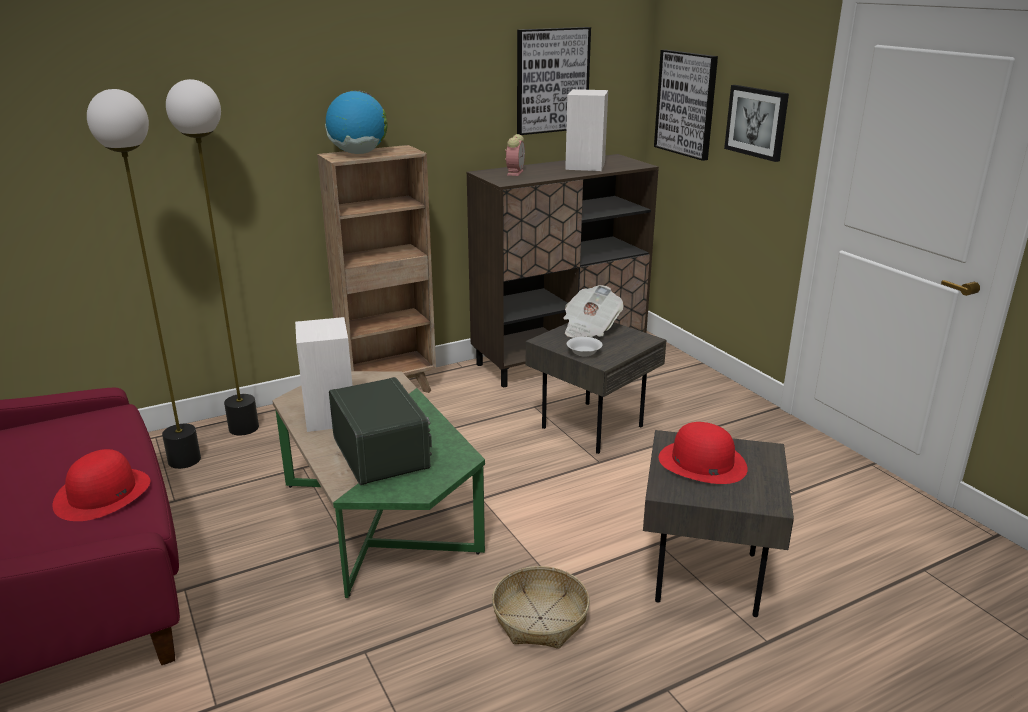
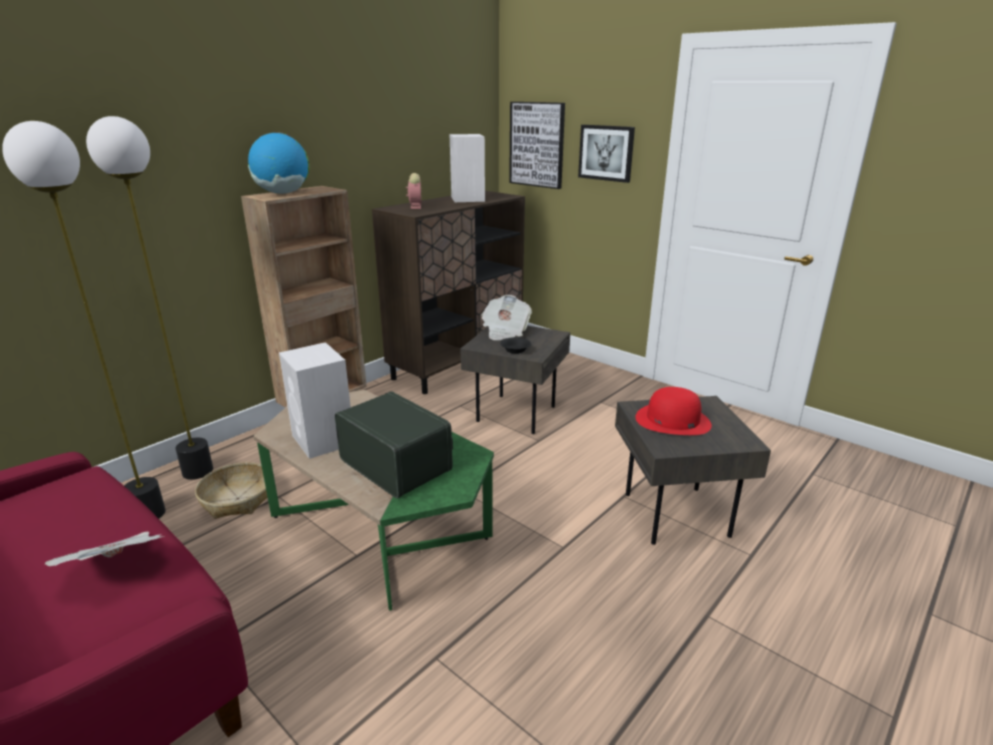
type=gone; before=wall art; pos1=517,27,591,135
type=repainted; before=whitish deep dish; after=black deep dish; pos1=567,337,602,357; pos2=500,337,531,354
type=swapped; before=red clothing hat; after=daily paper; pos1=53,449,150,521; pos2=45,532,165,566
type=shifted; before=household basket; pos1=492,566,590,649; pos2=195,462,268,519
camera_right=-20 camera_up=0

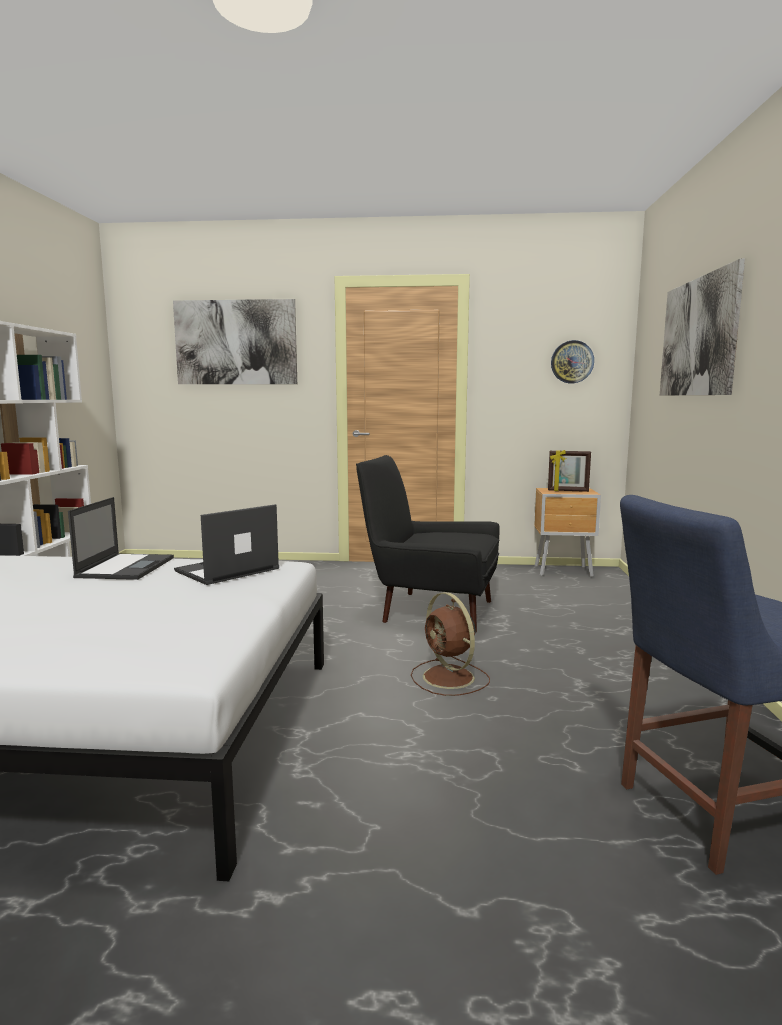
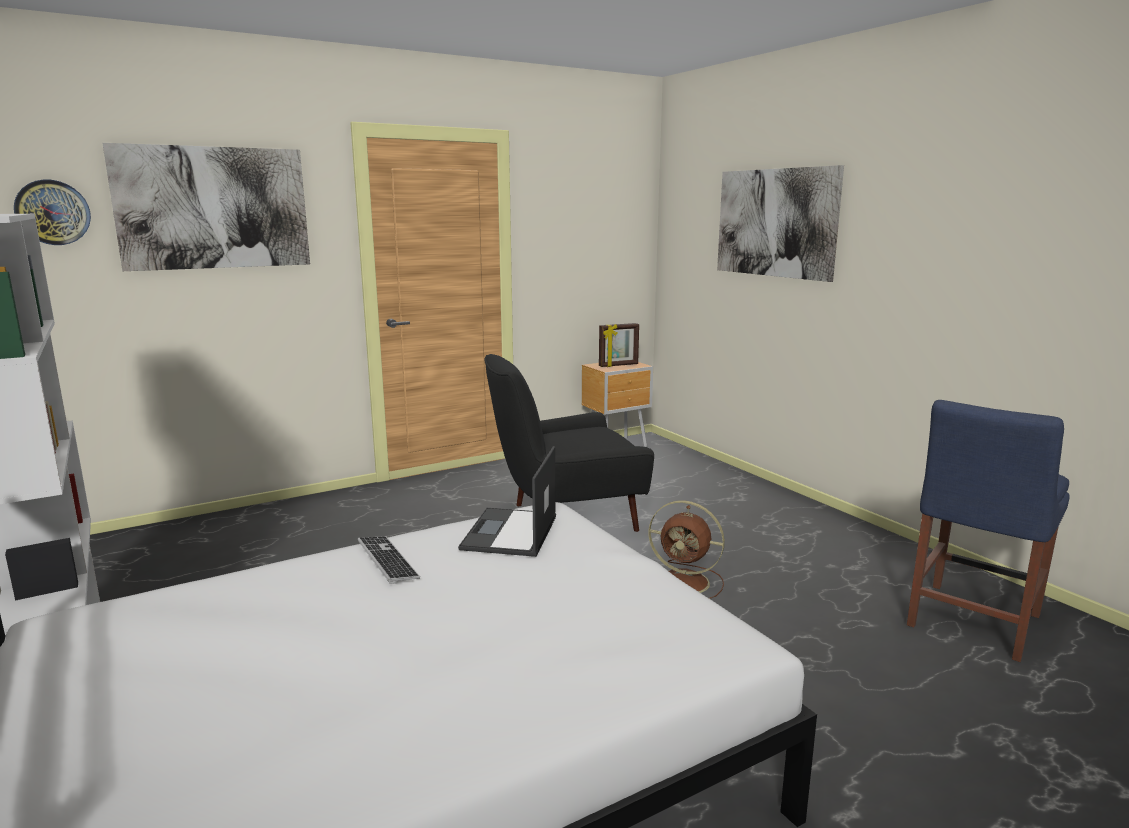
type=shifted; before=hanging clock; pos1=551,340,594,383; pos2=14,180,91,245
type=swapped; before=portable computer; after=PC keyboard; pos1=68,497,174,580; pos2=358,536,420,584
camera_right=-35 camera_up=5

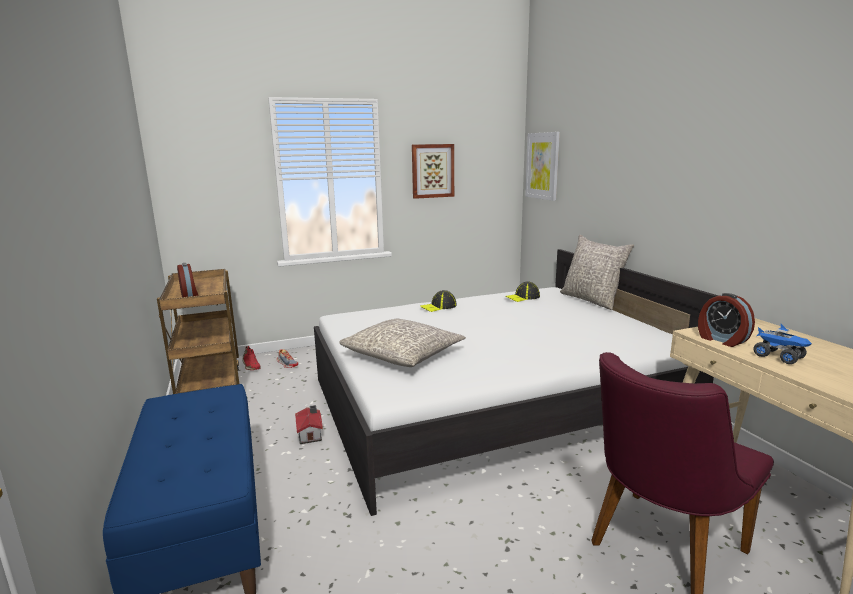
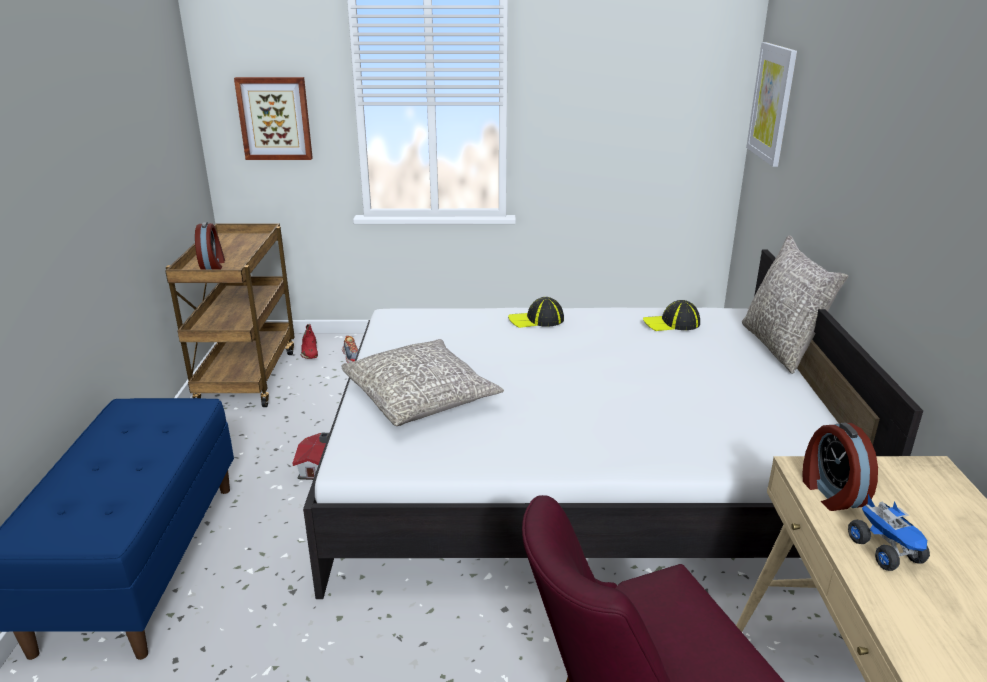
type=shifted; before=wall art; pos1=412,144,454,199; pos2=234,77,313,160
camera_right=20 camera_up=10

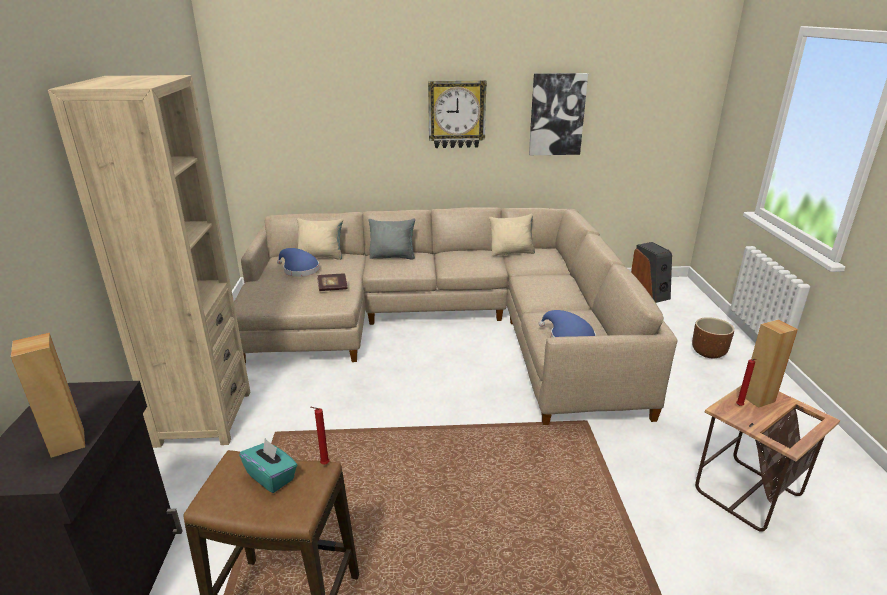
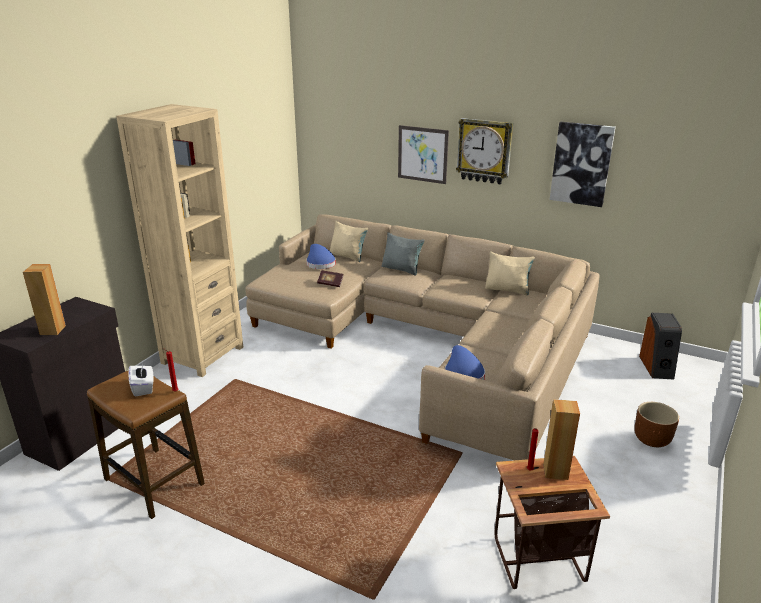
type=repainted; before=turquoise-coloured box of tissues; after=whitish box of tissues; pos1=239,438,297,493; pos2=129,365,154,397
type=new; after=wall art; pos2=398,125,449,184
camera_right=30 camera_up=0

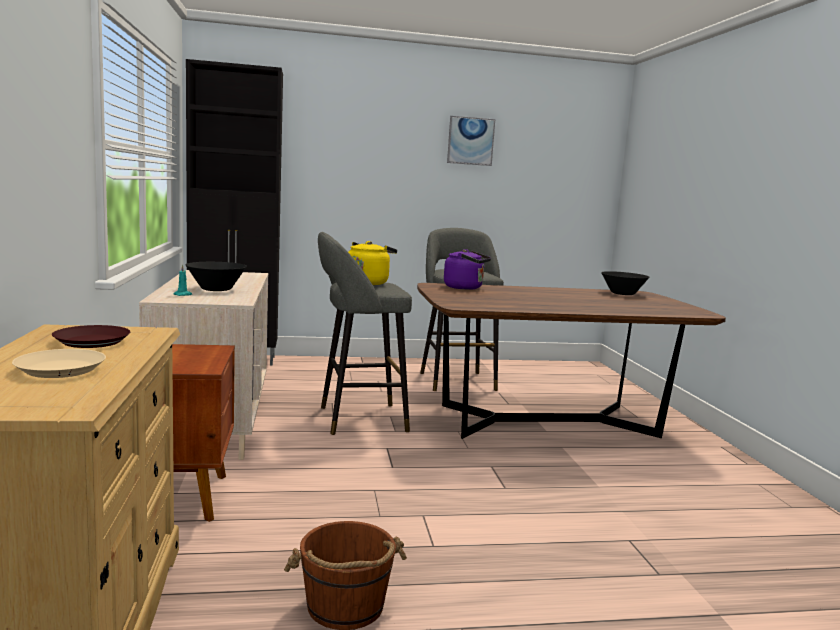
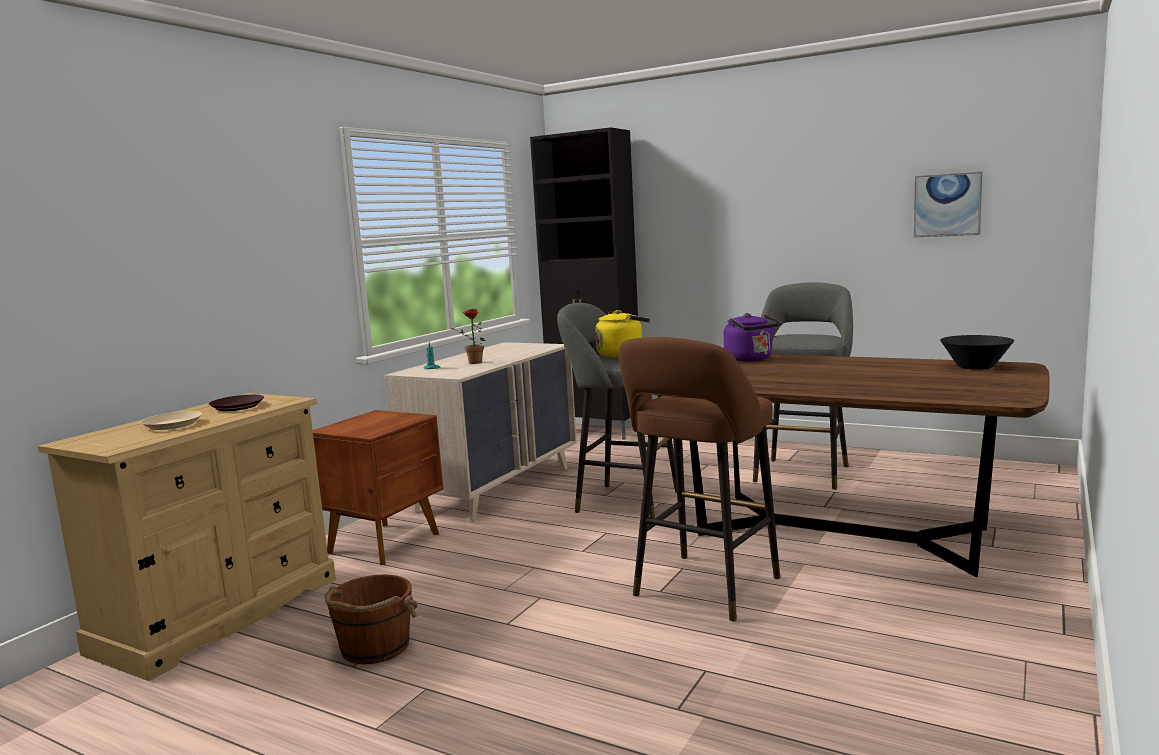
type=shifted; before=wall art; pos1=447,116,495,166; pos2=914,171,983,237
type=swapped; before=black deep dish; after=potted plant; pos1=186,262,247,291; pos2=452,309,485,364
type=new; after=brownish stool seat; pos2=618,337,780,621
camera_right=40 camera_up=0

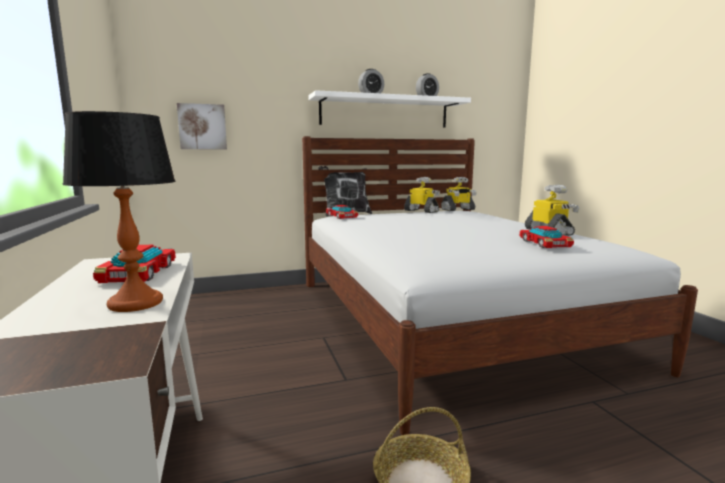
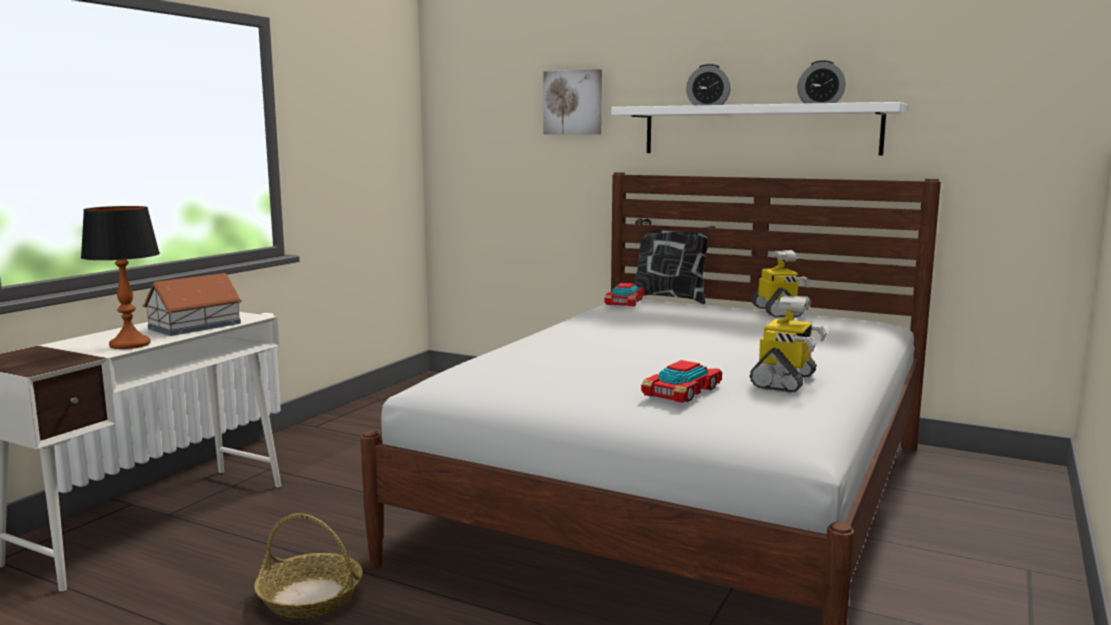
type=shifted; before=wall art; pos1=177,103,227,149; pos2=543,69,602,135
type=gone; before=model robot; pos1=441,177,477,211
type=swapped; before=model car; after=model house; pos1=93,245,176,283; pos2=142,273,242,336
camera_right=45 camera_up=0

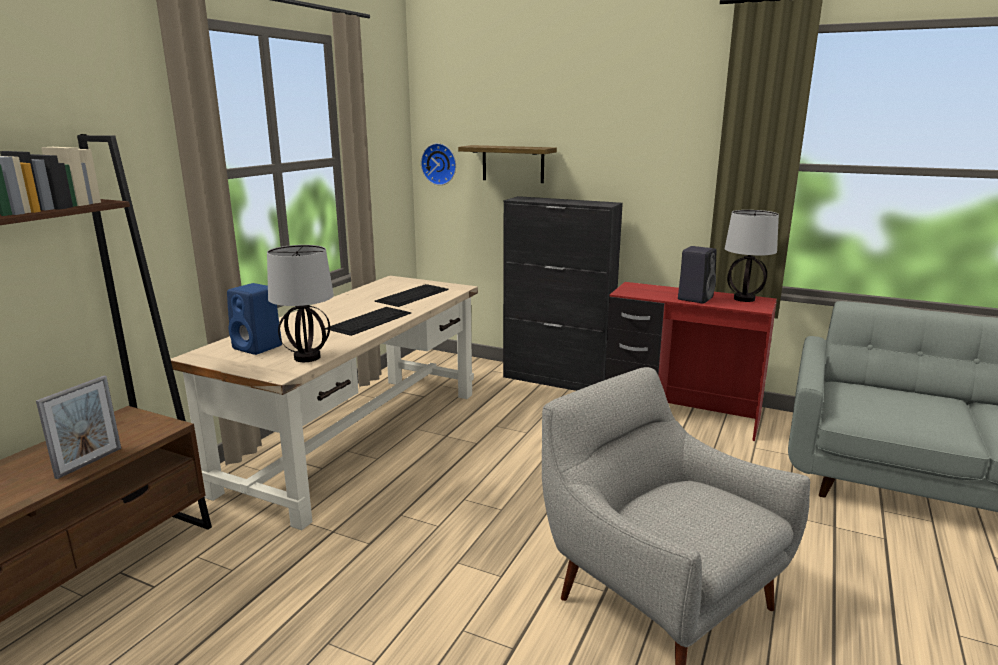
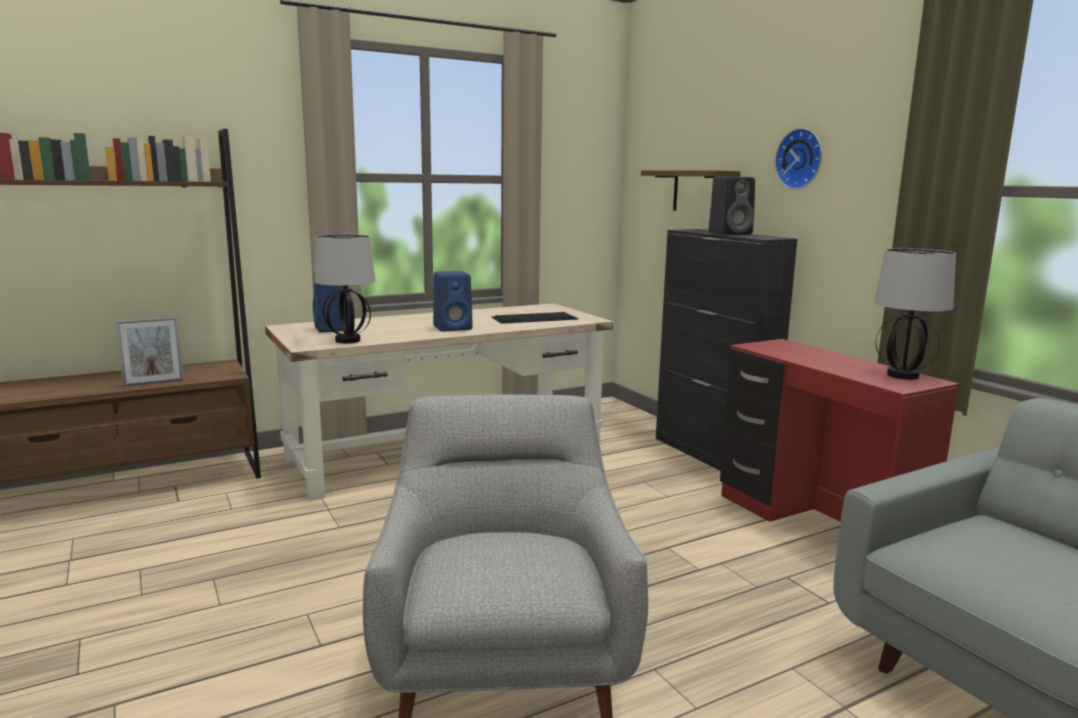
type=shifted; before=hanging clock; pos1=421,143,456,185; pos2=775,128,822,190
type=shifted; before=black speaker; pos1=678,246,716,304; pos2=709,176,755,235
type=swapped; before=PC keyboard; after=bluish speaker; pos1=325,307,412,336; pos2=433,271,473,331
camera_right=35 camera_up=-5

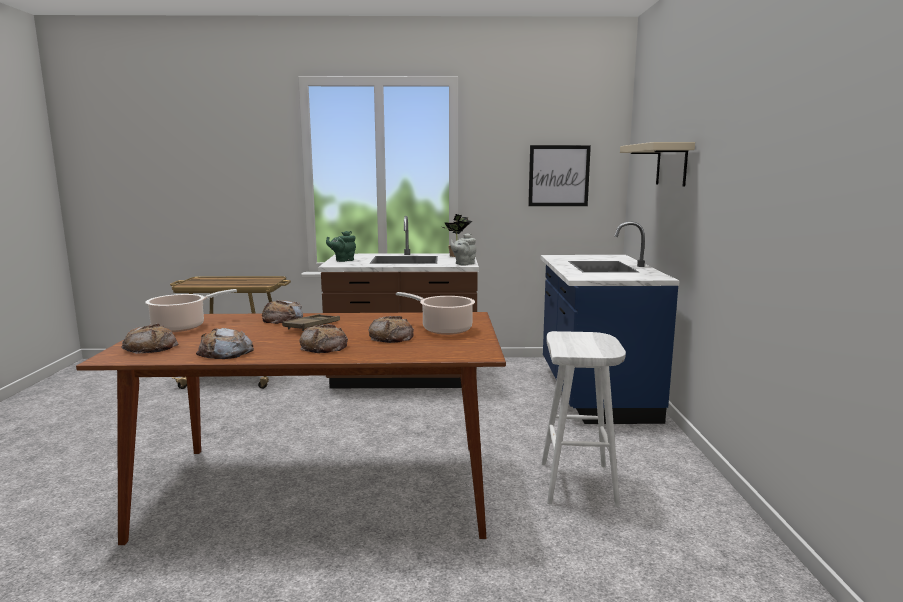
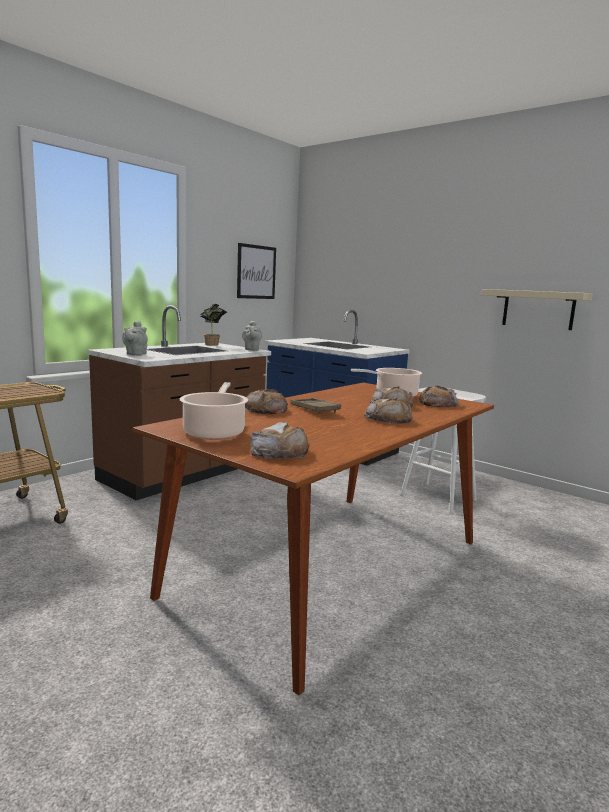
type=shifted; before=beige bracket shelf; pos1=620,142,695,186; pos2=481,289,593,330
type=repainted; before=greenish teapot; after=gray teapot; pos1=326,231,356,262; pos2=122,321,148,356
type=shifted; before=bread; pos1=196,328,254,359; pos2=418,385,458,407
camera_right=-50 camera_up=0

